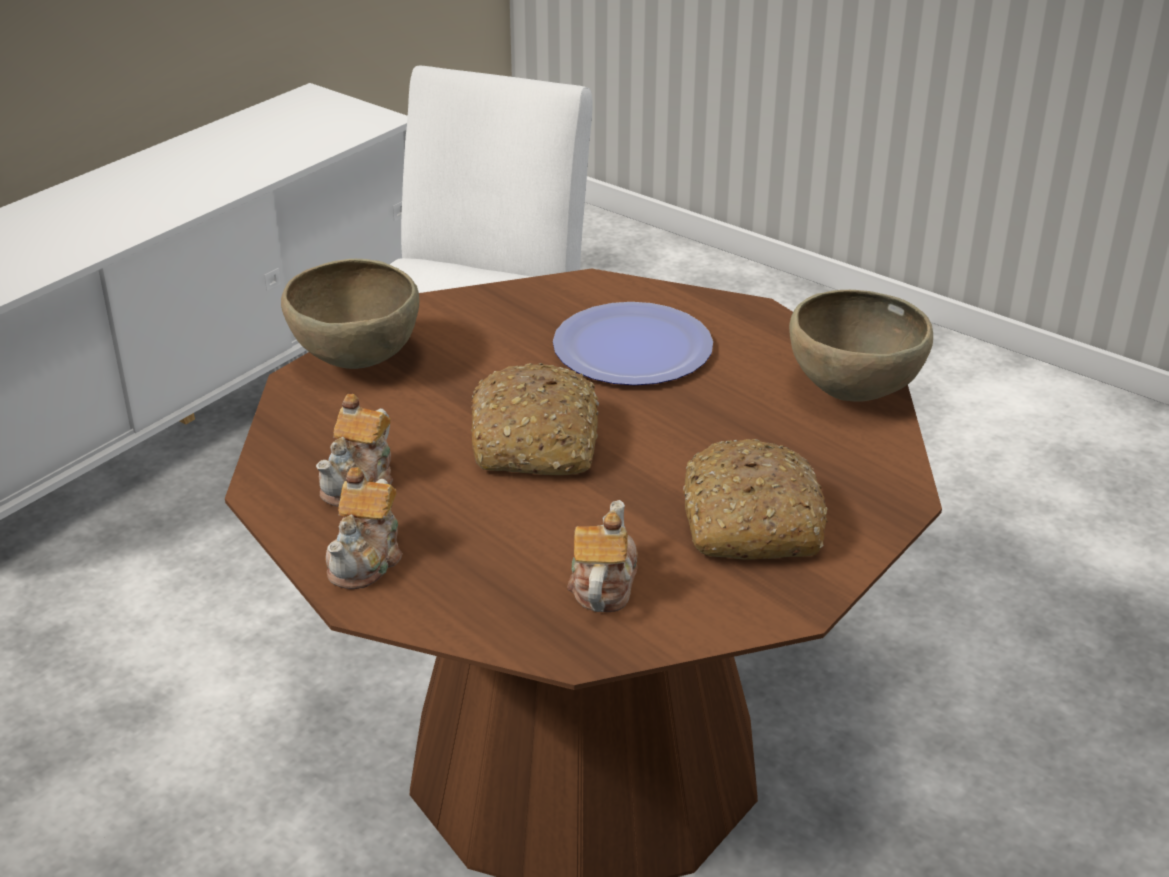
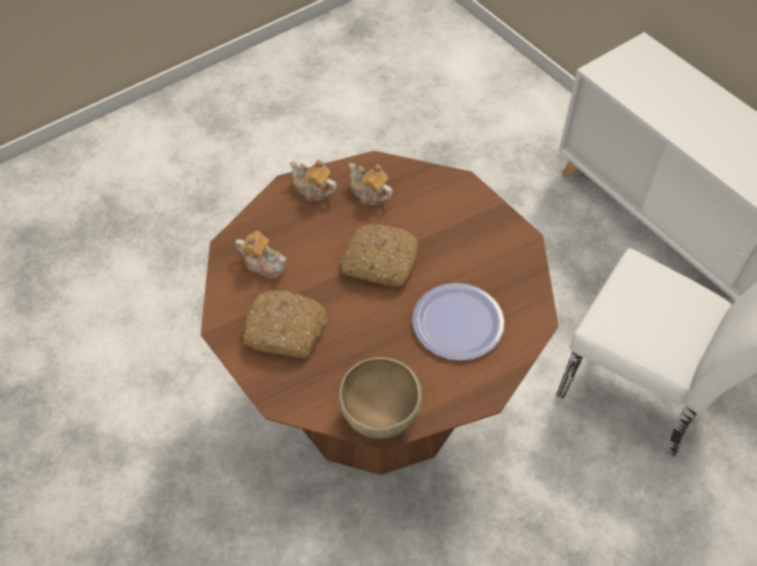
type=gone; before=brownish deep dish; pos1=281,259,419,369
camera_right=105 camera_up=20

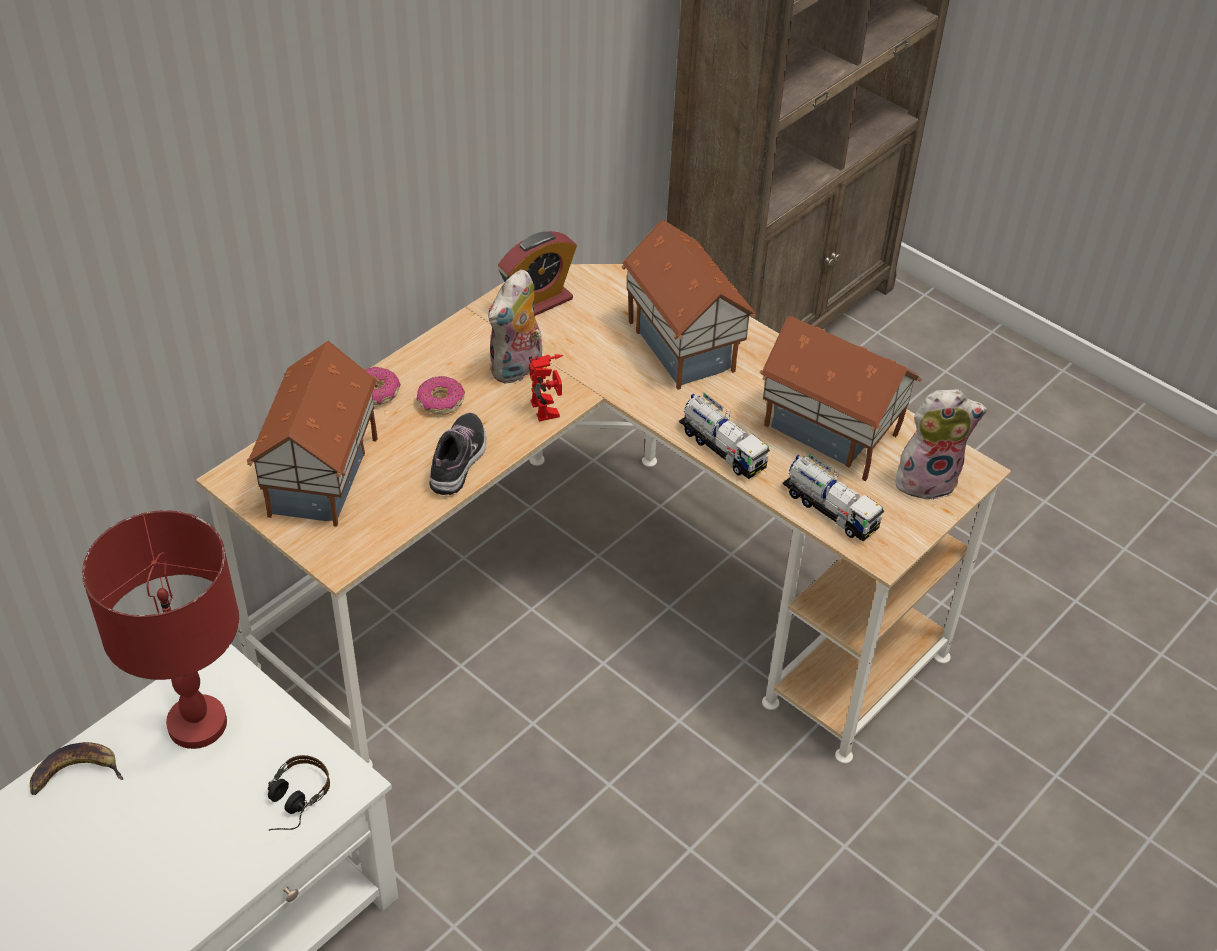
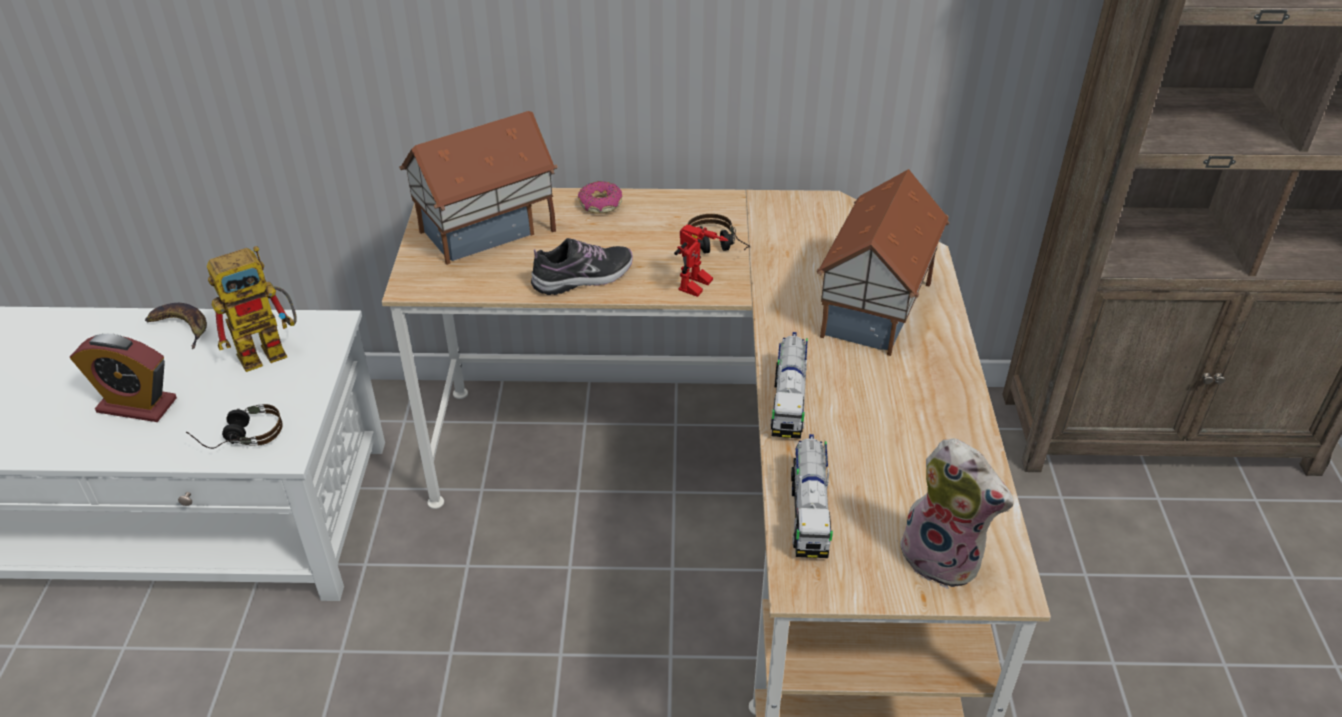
type=shifted; before=table clock; pos1=498,231,577,316; pos2=70,334,177,422
type=swapped; before=plush toy; after=headset; pos1=488,270,542,384; pos2=688,214,750,253
type=gone; before=model house; pos1=759,316,922,481
type=gone; before=doughnut; pos1=416,376,465,415
type=swapped; before=red lamp for a table; after=model robot; pos1=82,510,239,749; pos2=207,246,297,372
camera_right=50 camera_up=-5

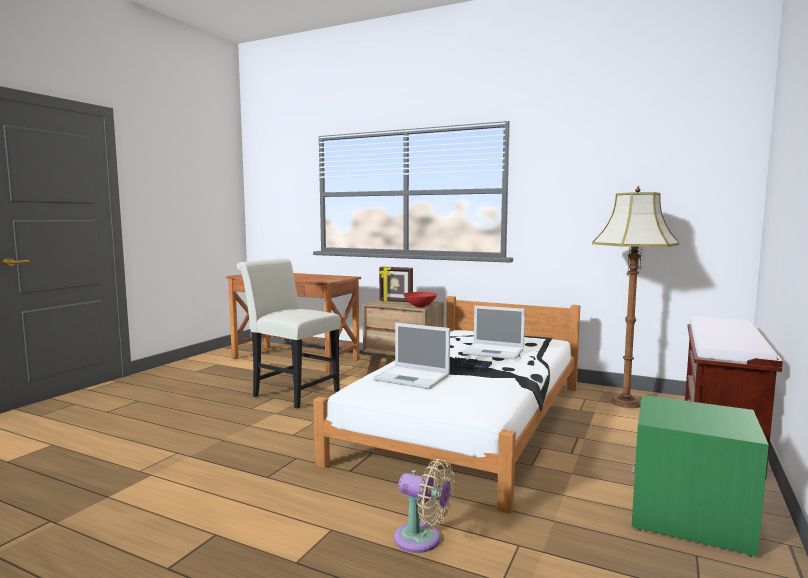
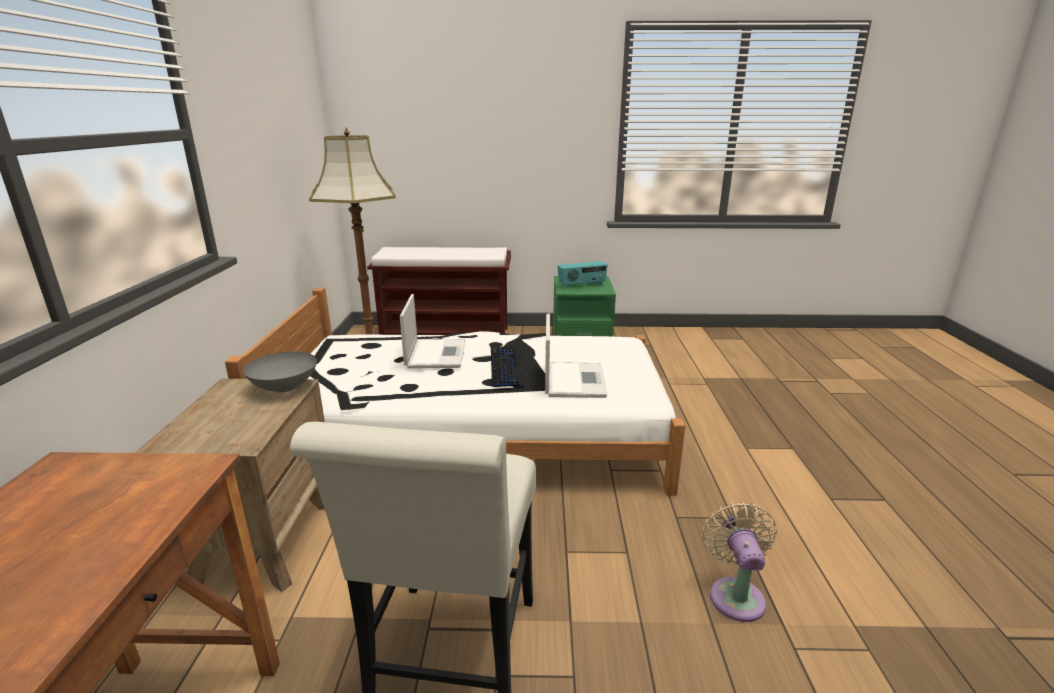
type=gone; before=photo frame; pos1=379,266,413,302
type=repainted; before=red deep dish; after=gray deep dish; pos1=404,292,437,308; pos2=243,351,317,393
type=shifted; before=beige electric fan; pos1=394,459,455,553; pos2=702,502,777,622
type=new; after=radio; pos2=558,261,608,288
camera_right=-115 camera_up=15

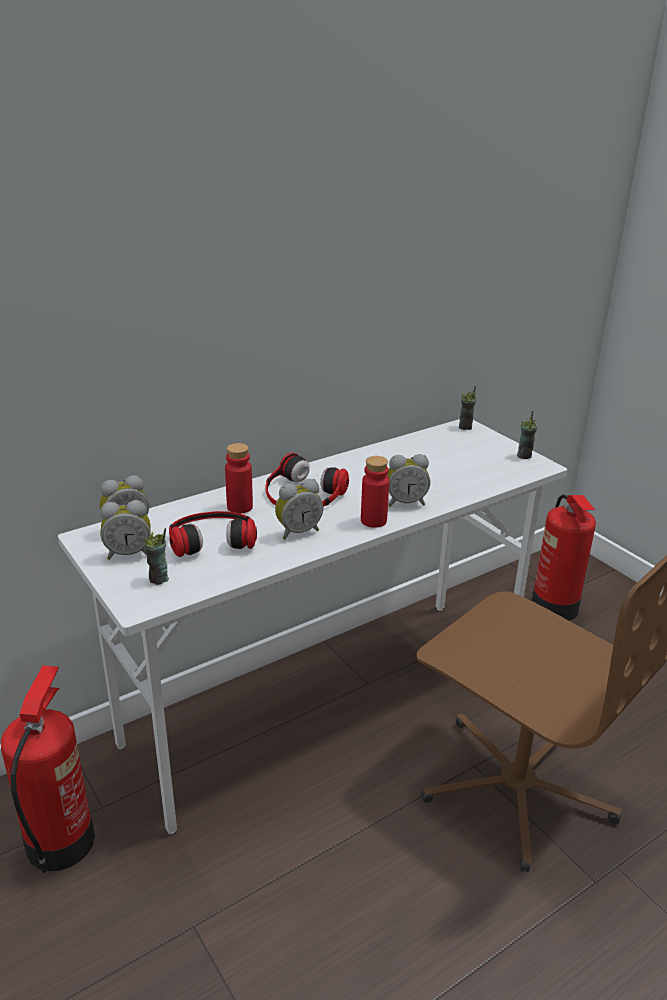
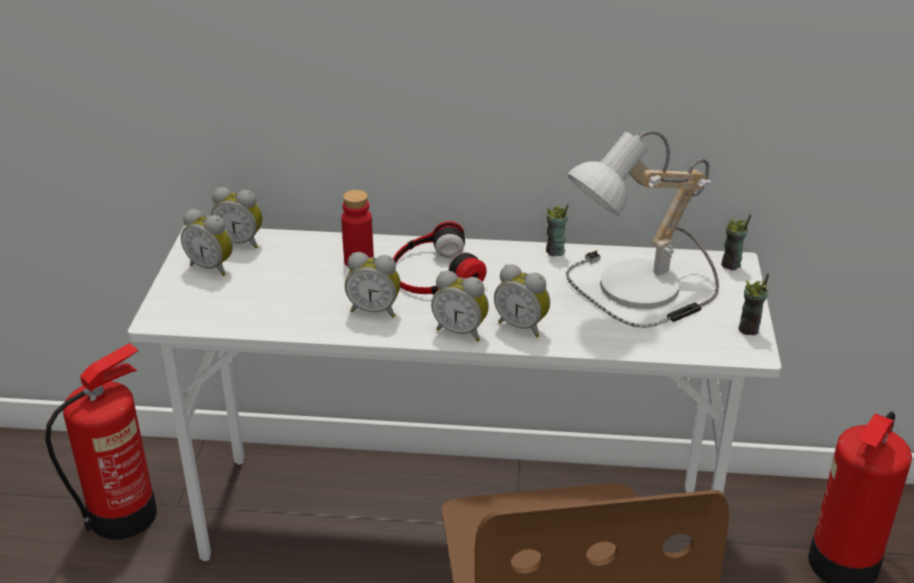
type=swapped; before=red bottle; after=table clock; pos1=361,456,389,528; pos2=431,271,489,341
type=gone; before=headset; pos1=169,511,257,557
type=shifted; before=cup; pos1=143,528,169,585; pos2=546,204,569,256
type=new; after=lamp for a table; pos2=566,130,719,328
camera_right=40 camera_up=5

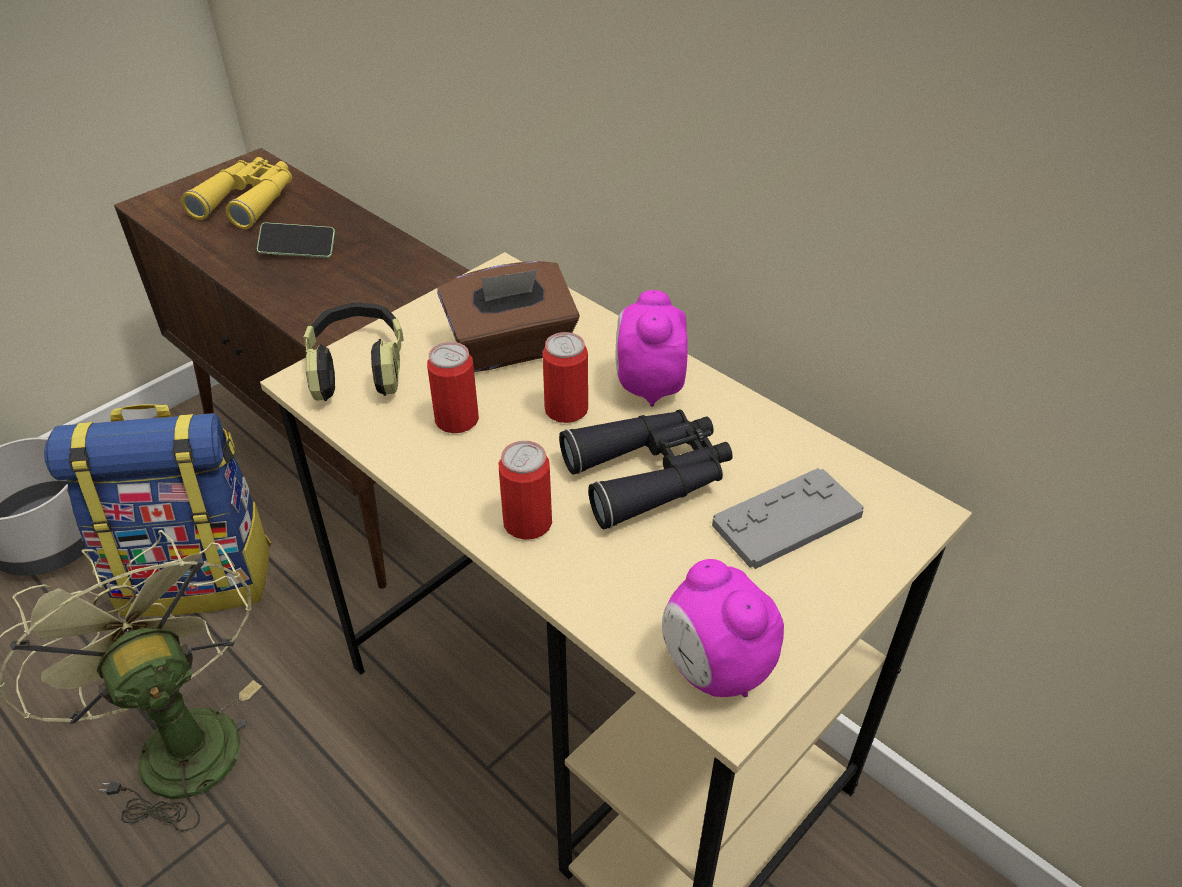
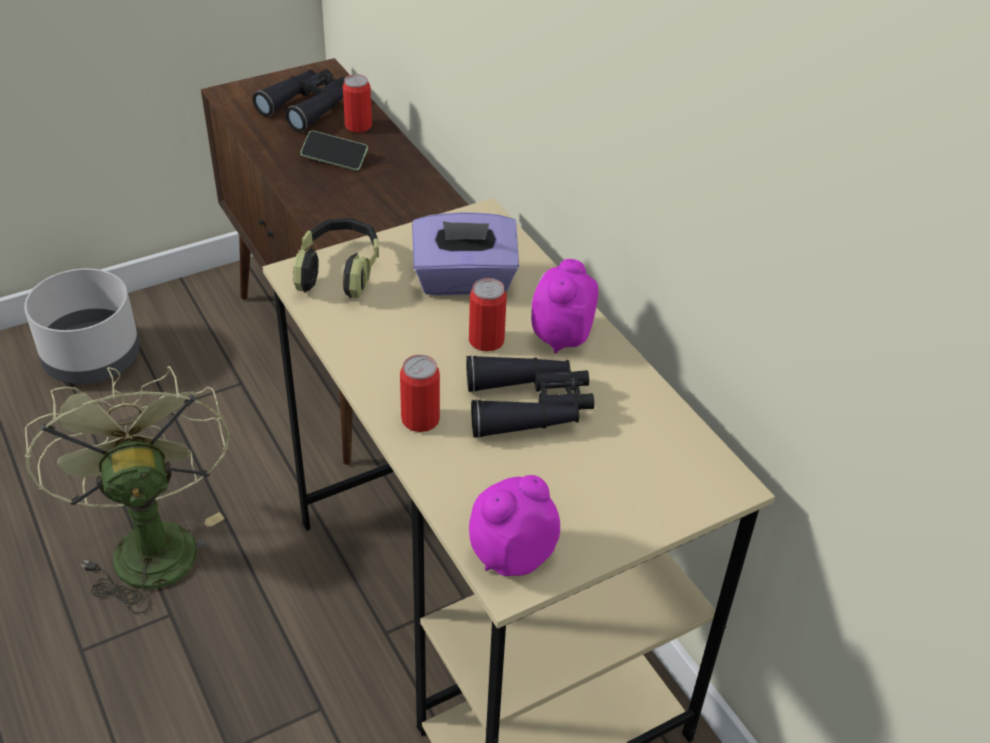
type=repainted; before=yellow binoculars; after=black binoculars; pos1=181,157,292,229; pos2=252,69,346,132
type=repainted; before=brownish box of tissues; after=purple-coloured box of tissues; pos1=437,261,580,372; pos2=412,212,519,295
type=shifted; before=sealed can; pos1=427,342,479,433; pos2=343,74,372,133
type=gone; before=knapsack; pos1=44,404,271,617
type=gone; before=gray joypad; pos1=712,468,864,569
type=rotated; before=table clock; pos1=662,559,784,697; pos2=469,475,560,576; turn=75
camera_right=15 camera_up=0

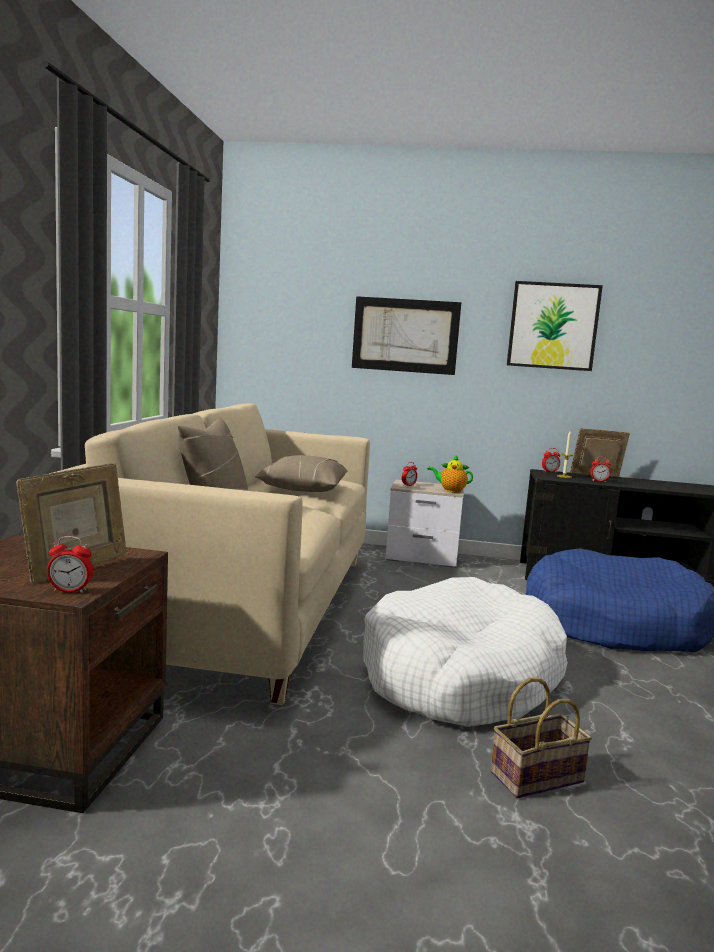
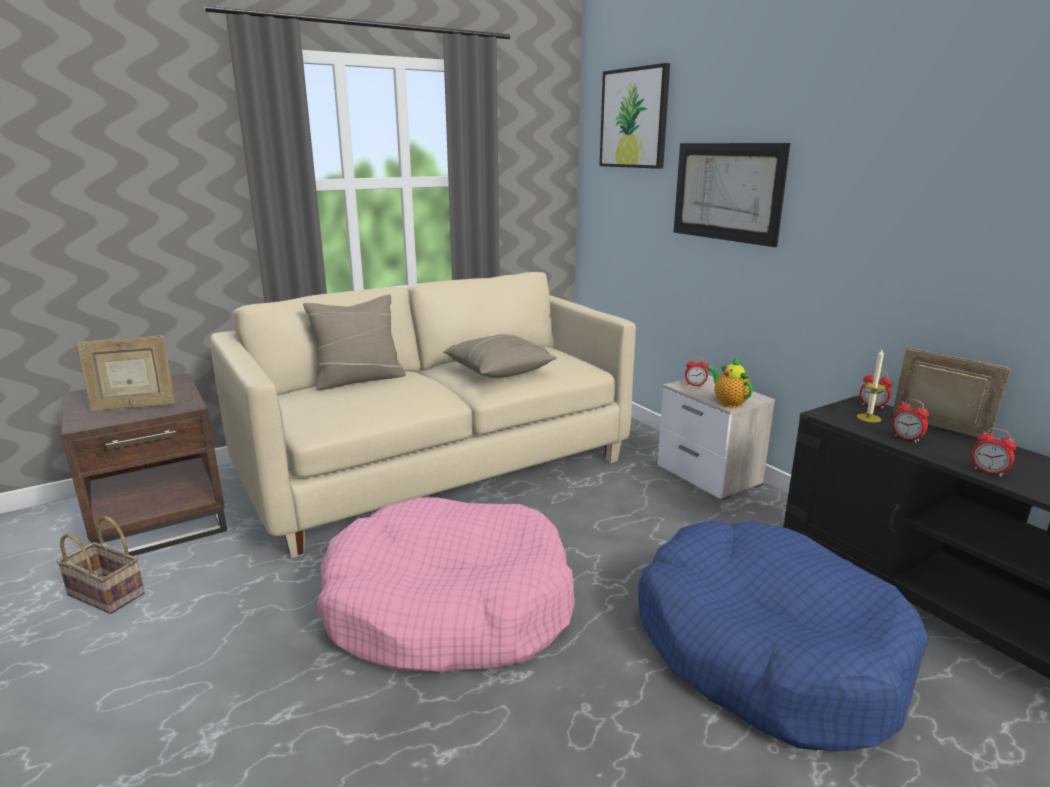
type=shifted; before=wall art; pos1=507,281,603,371; pos2=599,63,670,169
type=shifted; before=table clock; pos1=47,536,93,593; pos2=972,428,1017,477
type=repainted; before=whitish pet bed; after=pinkish pet bed; pos1=363,577,568,727; pos2=317,497,575,672
type=shifted; before=household basket; pos1=490,678,592,798; pos2=57,516,145,614
camera_right=50 camera_up=10

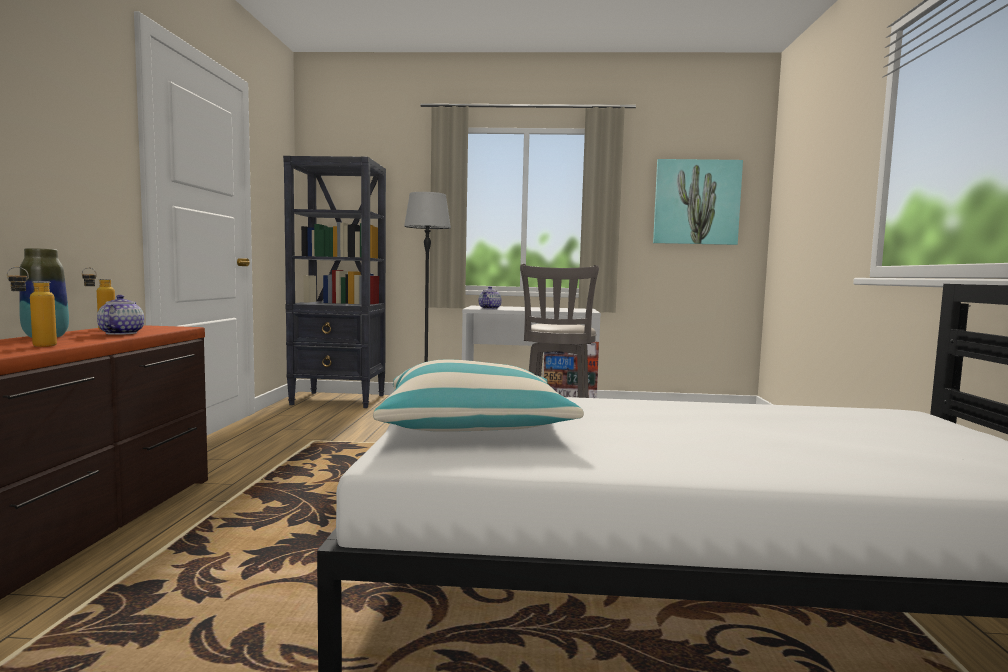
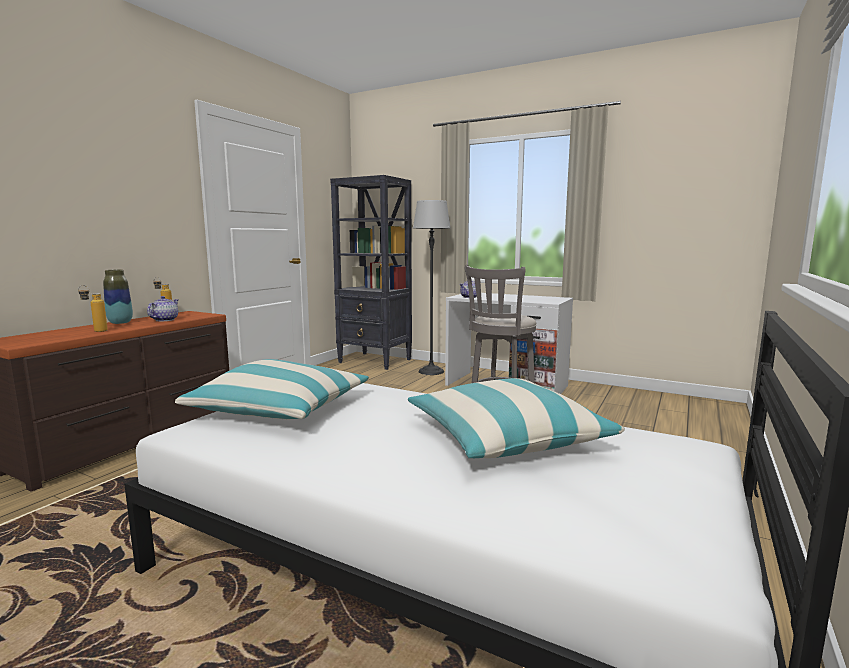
type=gone; before=wall art; pos1=653,159,743,245
type=new; after=pillow; pos2=408,378,625,458
camera_right=25 camera_up=5

